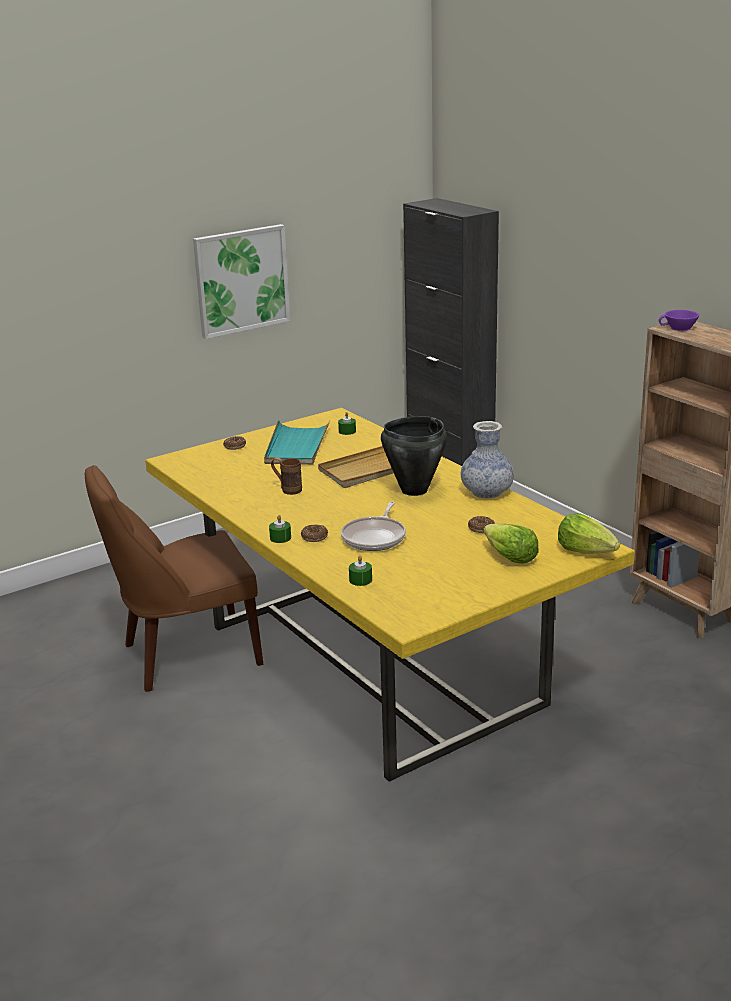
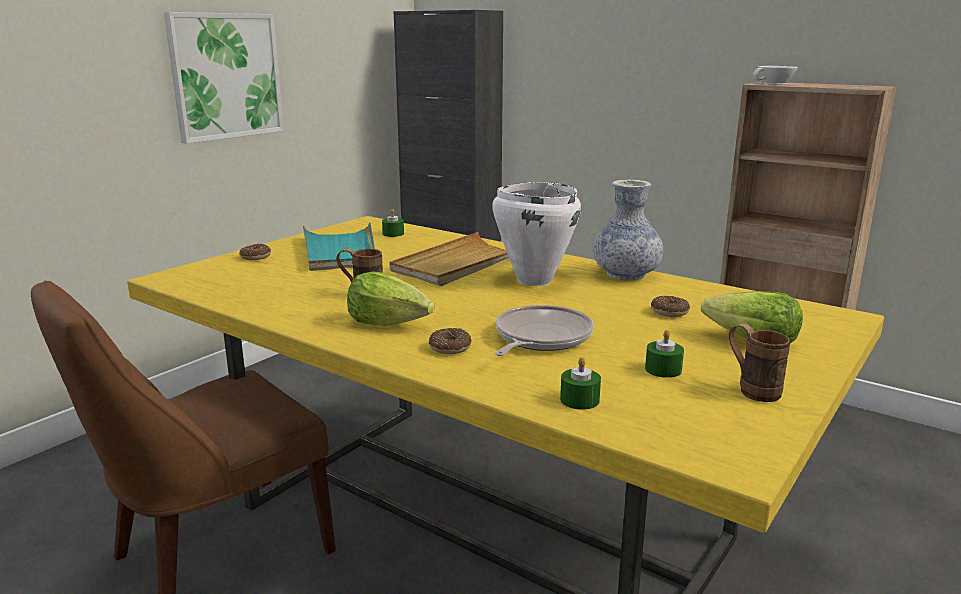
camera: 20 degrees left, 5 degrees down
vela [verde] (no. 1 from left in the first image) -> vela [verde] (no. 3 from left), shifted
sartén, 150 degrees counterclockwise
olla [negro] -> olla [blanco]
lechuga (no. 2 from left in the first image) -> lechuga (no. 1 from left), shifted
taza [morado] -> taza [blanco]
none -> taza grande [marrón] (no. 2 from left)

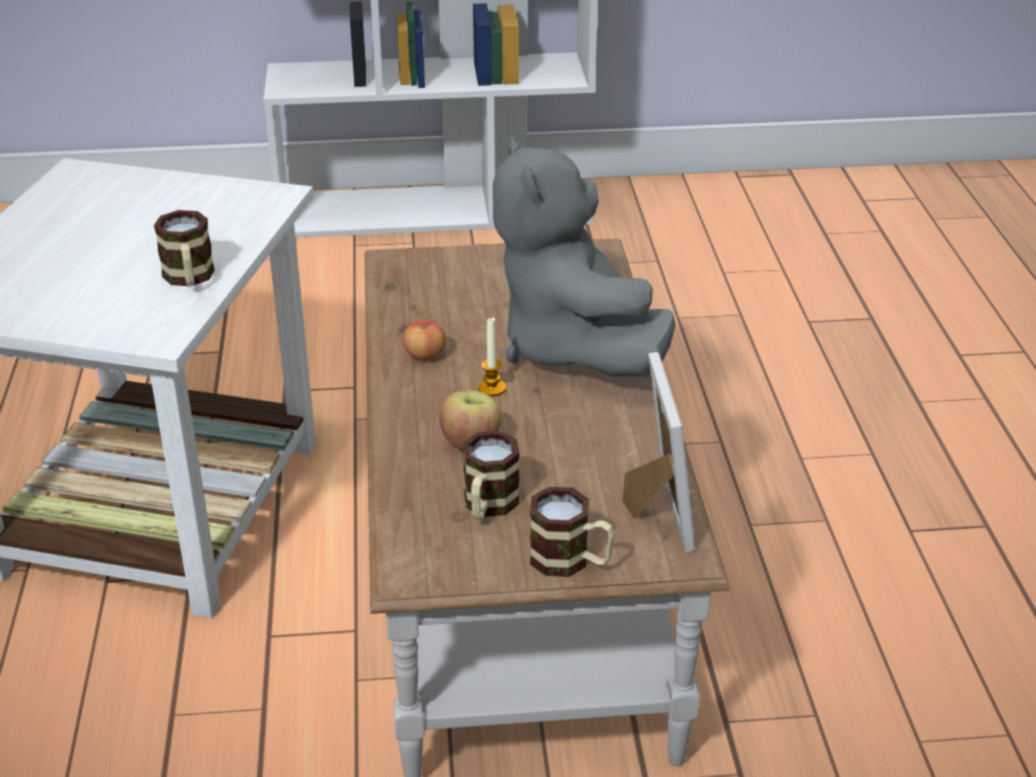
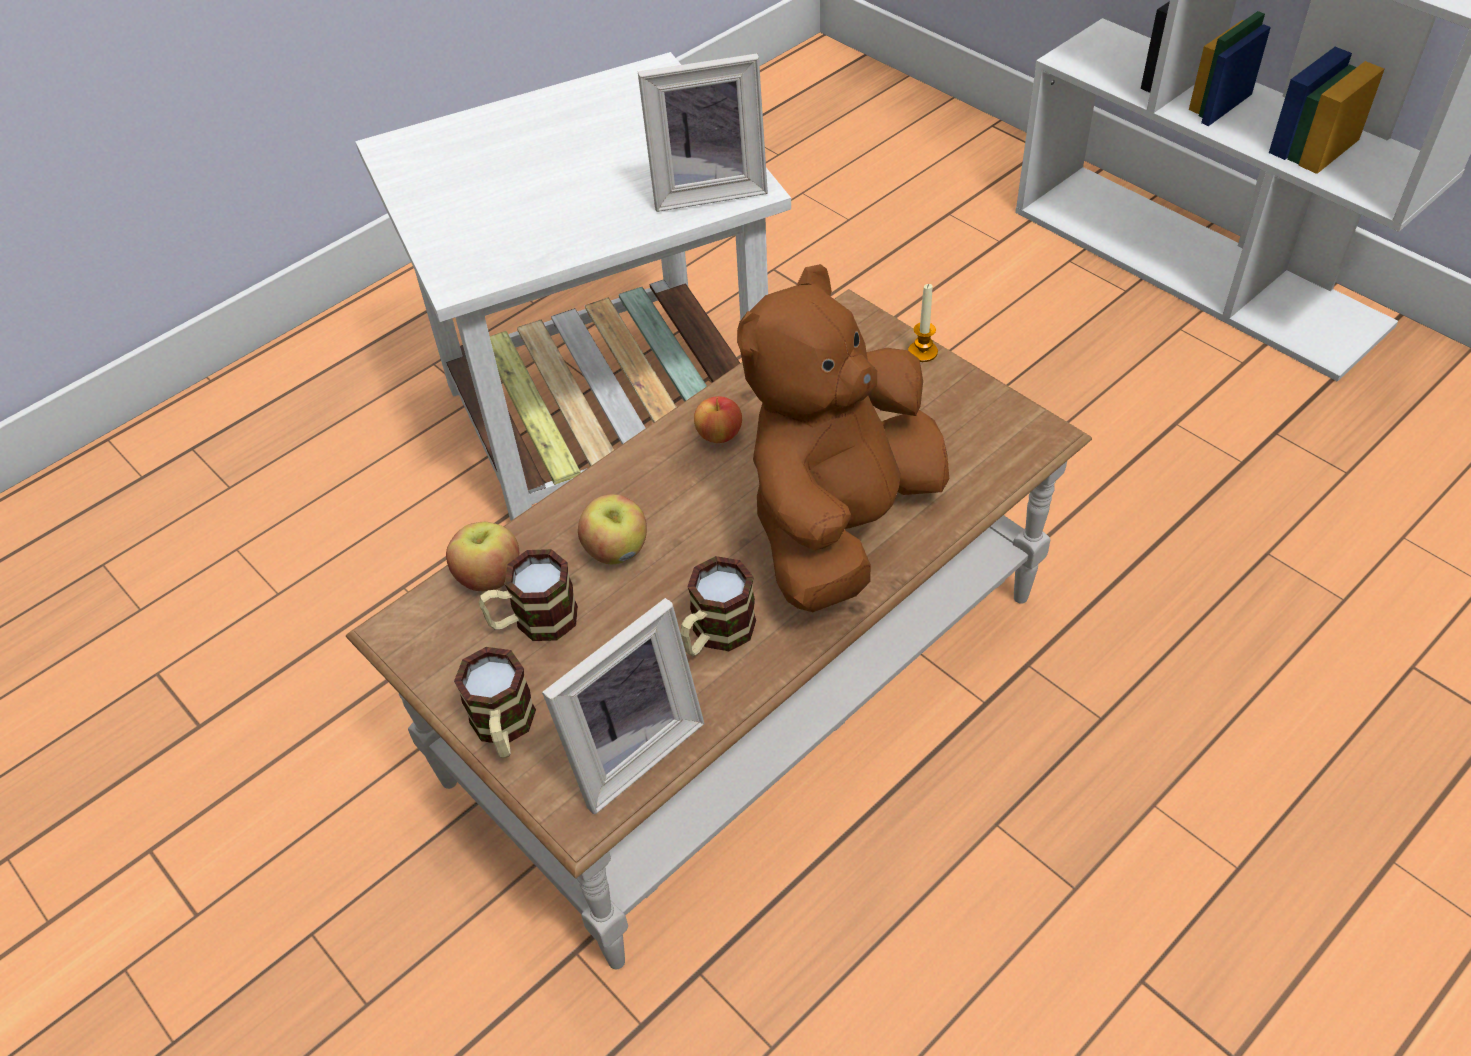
camera: 55 degrees right, 15 degrees up
taza grande (no. 1 from left in the first image) -> taza grande (no. 3 from left), shifted
vela, shifted
peluche [gris] -> peluche [marrón]
none -> manzana (no. 1 from left)
none -> portarretratos (no. 2 from left)

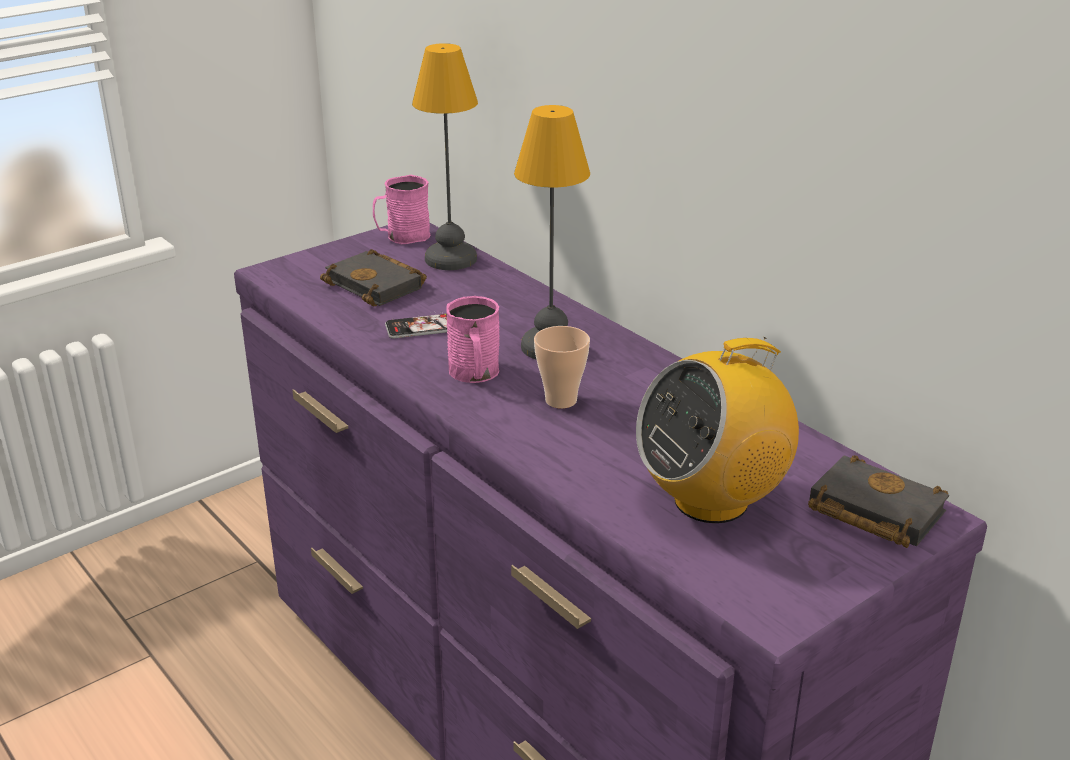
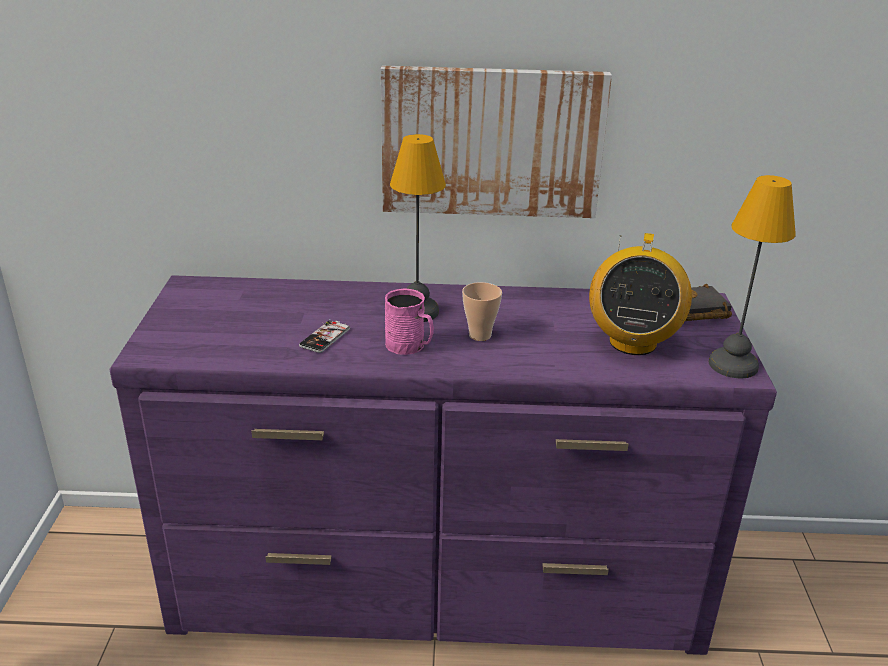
camera: 50 degrees left, 0 degrees up
libro [negro] (no. 1 from left) -> none
taza grande [rosa] (no. 1 from left) -> none
lámpara de mesa (no. 1 from left in the first image) -> lámpara de mesa (no. 2 from left), shifted
none -> cuadro

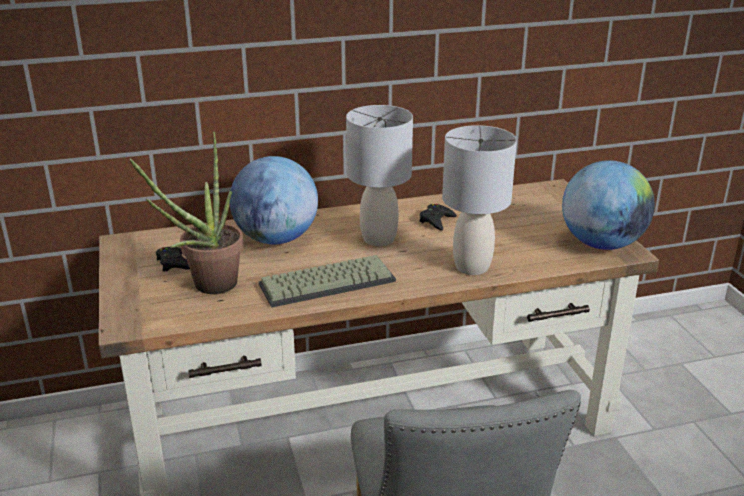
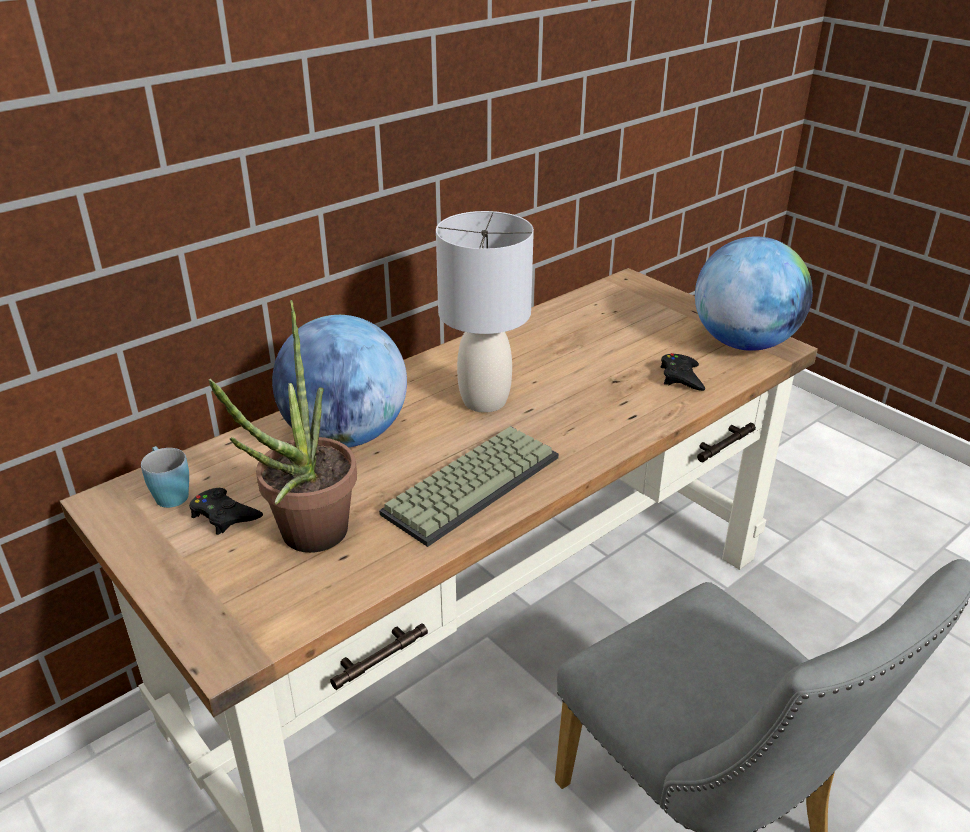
camera: 25 degrees left, 5 degrees up
mando de consola [negro] (no. 2 from left), shifted
lámpara de mesa [gris] (no. 2 from left) -> none
none -> taza grande [azul]

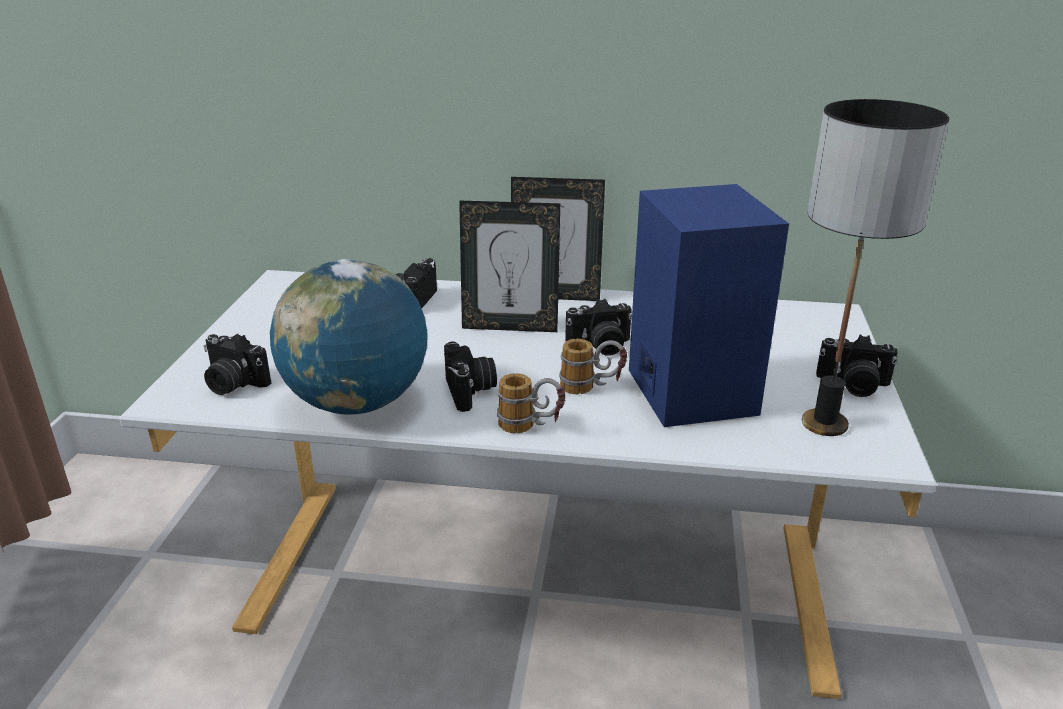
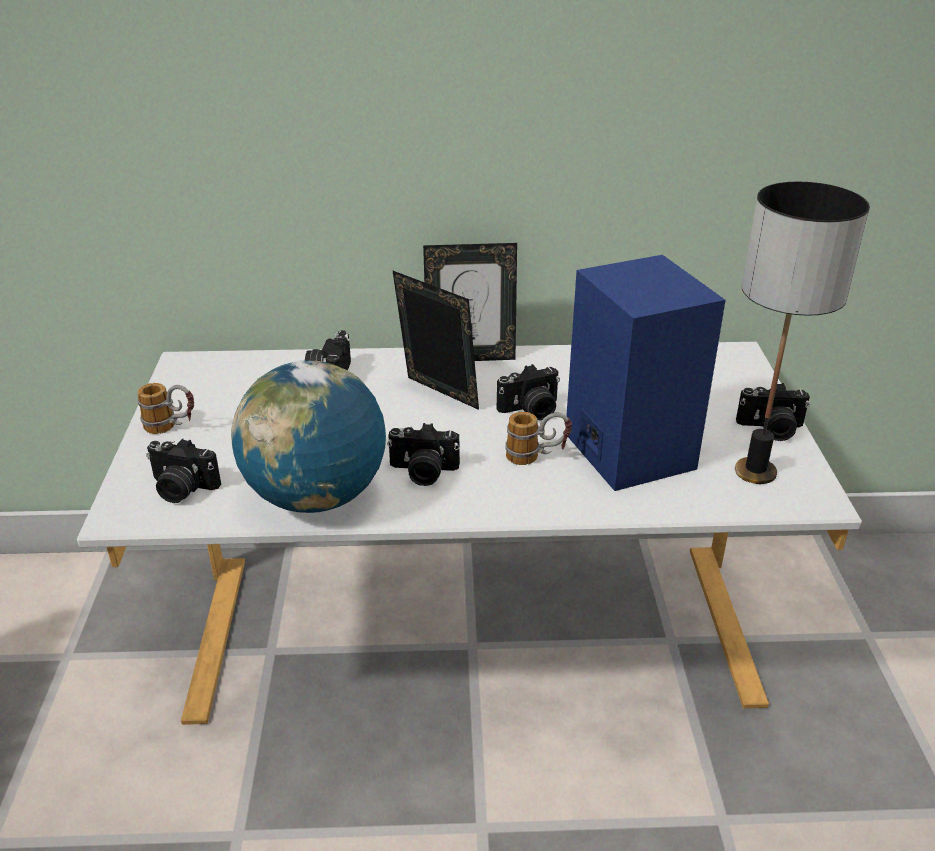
camera: 10 degrees left, 5 degrees up
cámara (no. 3 from left), 120 degrees clockwise
portarretratos (no. 1 from left), 135 degrees counterclockwise
taza grande (no. 1 from left), shifted

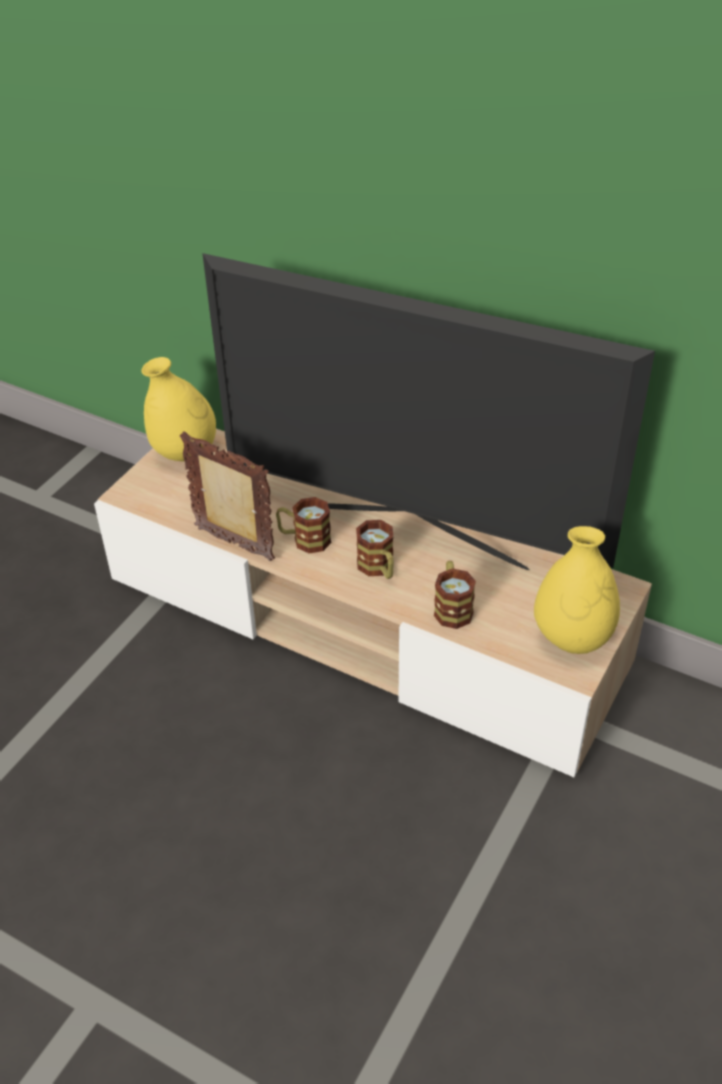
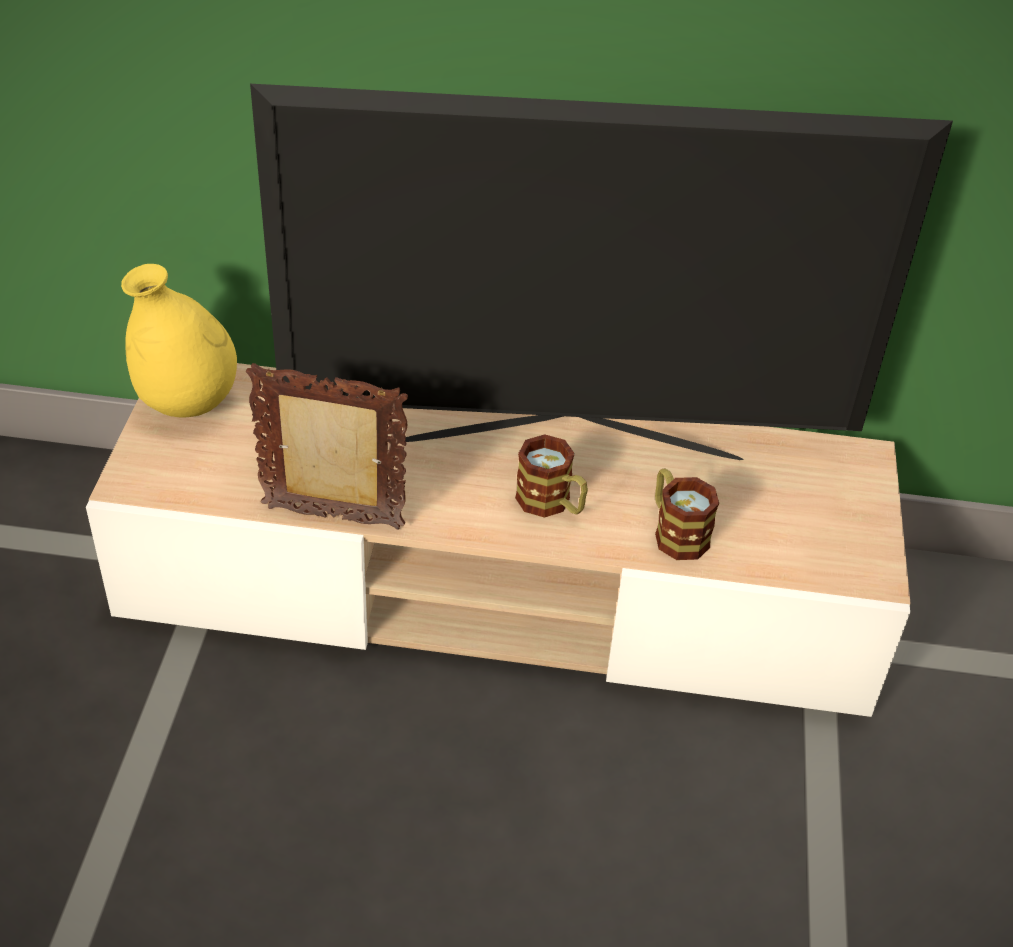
camera: 25 degrees left, 0 degrees up
taza grande (no. 1 from left) -> none
florero [amarillo] (no. 2 from left) -> none

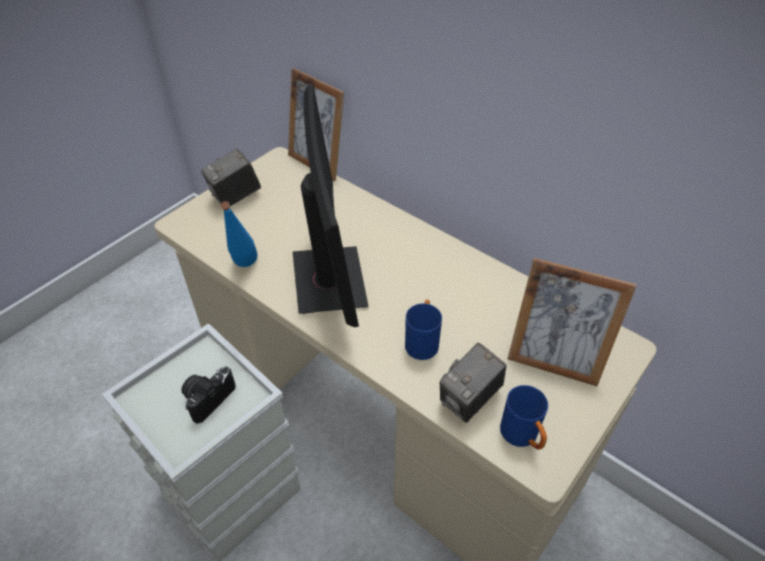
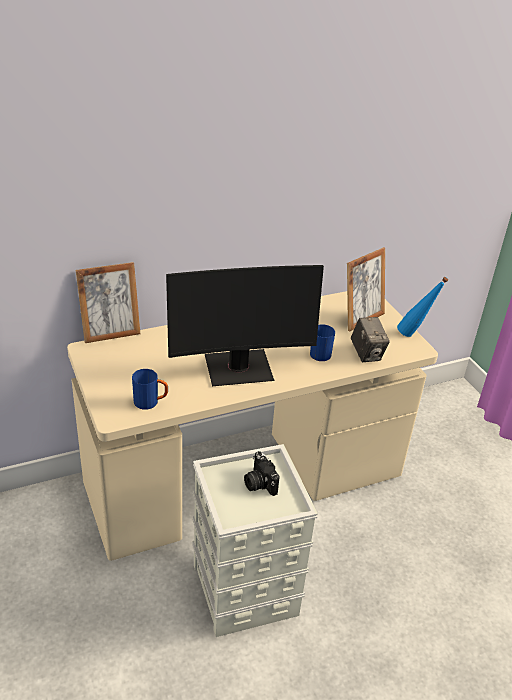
camera: 65 degrees left, 10 degrees down
cámara (no. 2 from left) -> none
botella [azul], shifted
monitor, 150 degrees clockwise
taza grande [azul] (no. 2 from left in the first image) -> taza grande [azul] (no. 1 from left), shifted

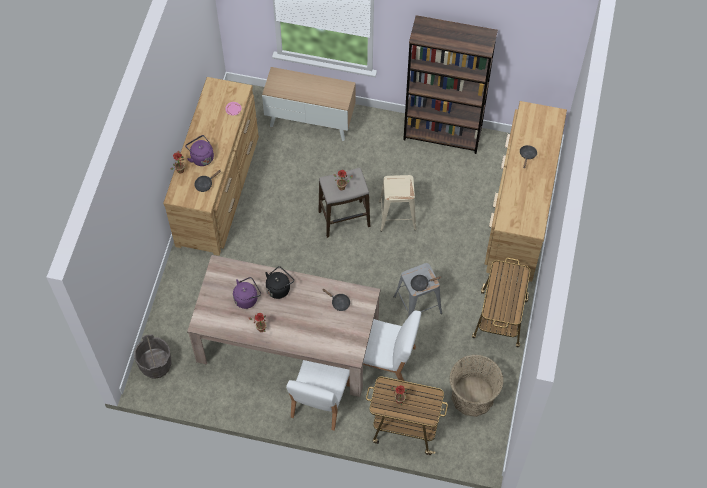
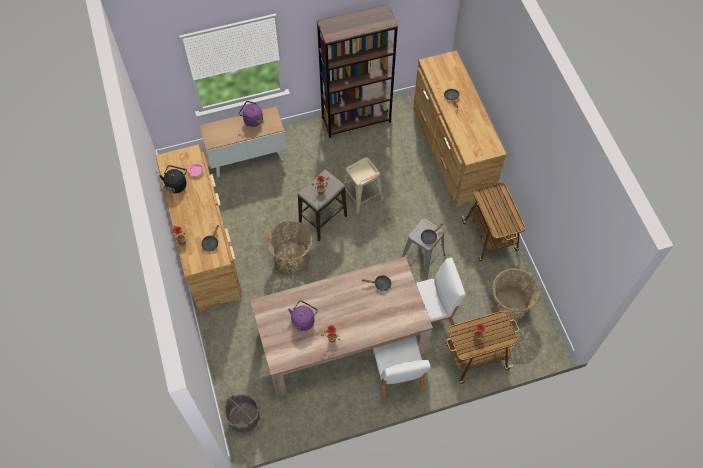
camera: 30 degrees left, 0 degrees up
hervidor [morado] (no. 1 from left), shifted
hervidor [negro], shifted
none -> cesta (no. 1 from left)

